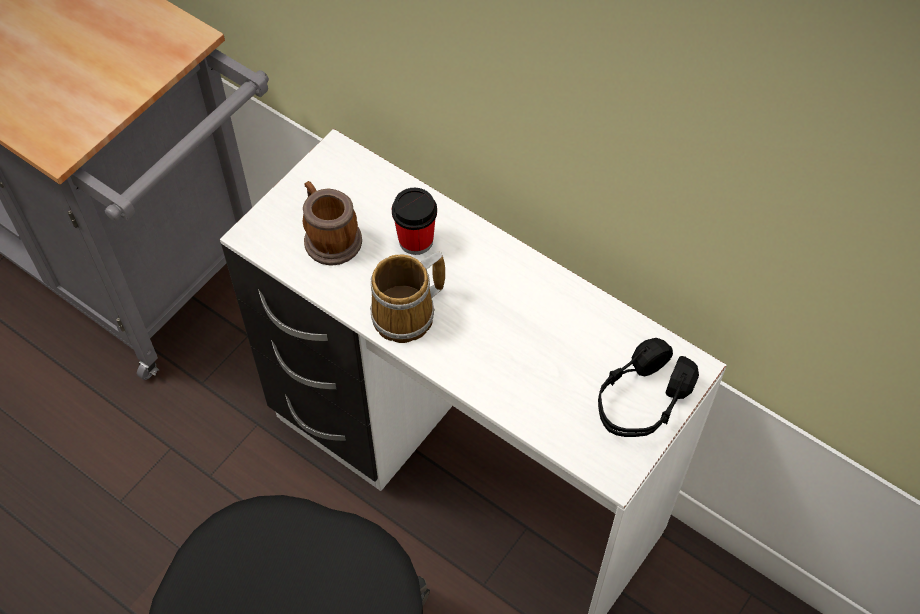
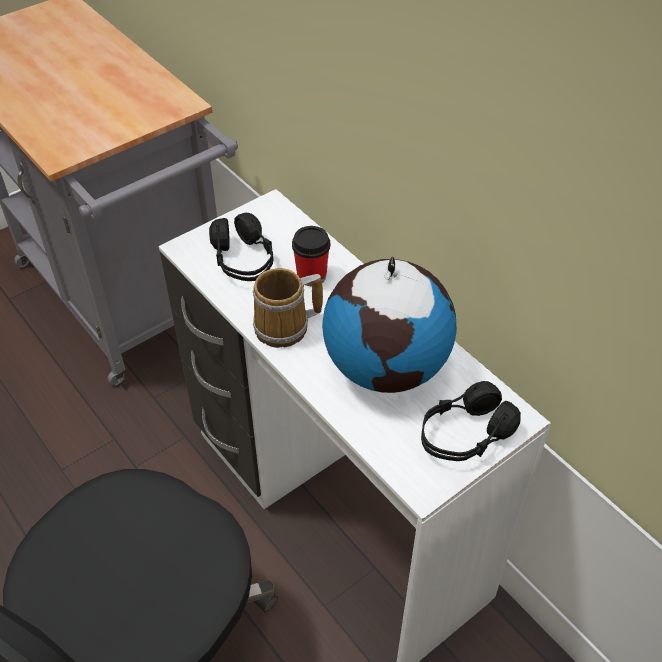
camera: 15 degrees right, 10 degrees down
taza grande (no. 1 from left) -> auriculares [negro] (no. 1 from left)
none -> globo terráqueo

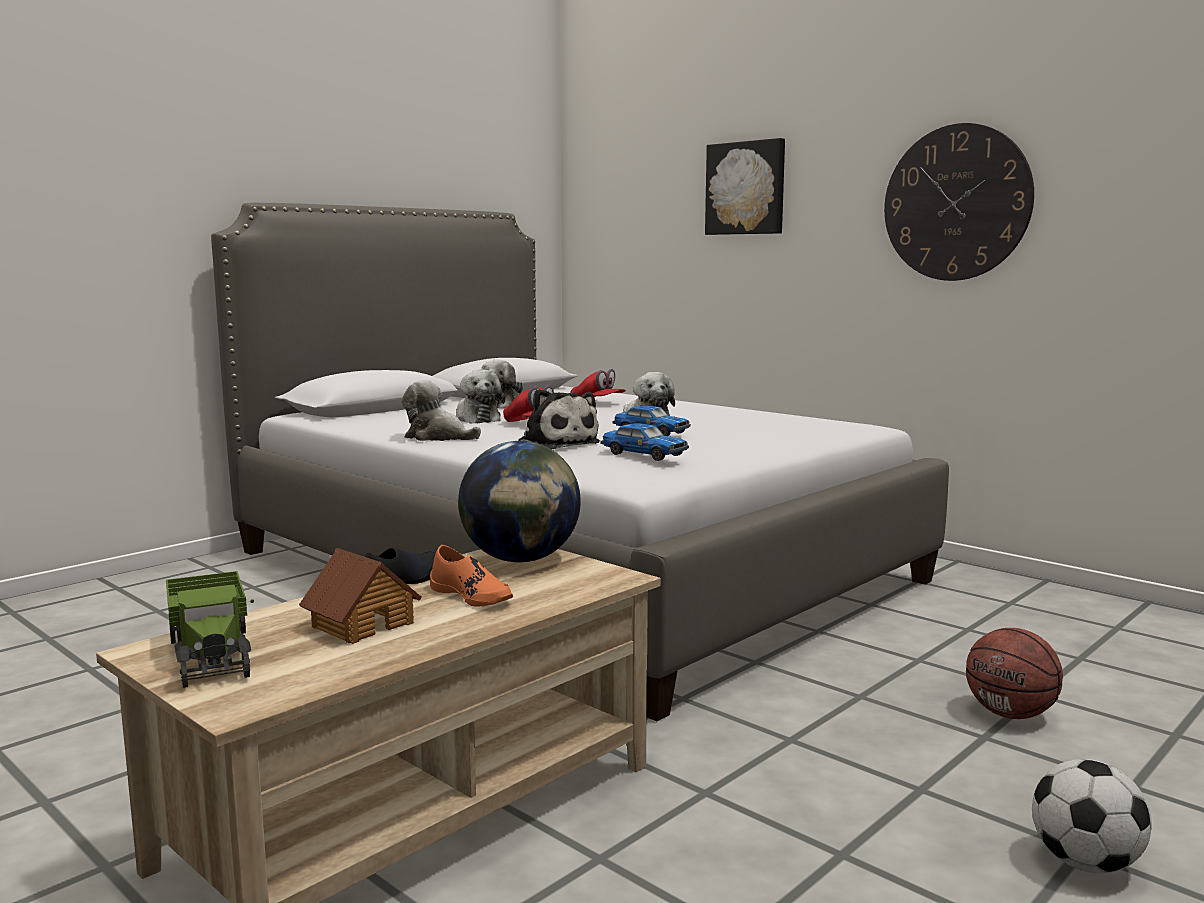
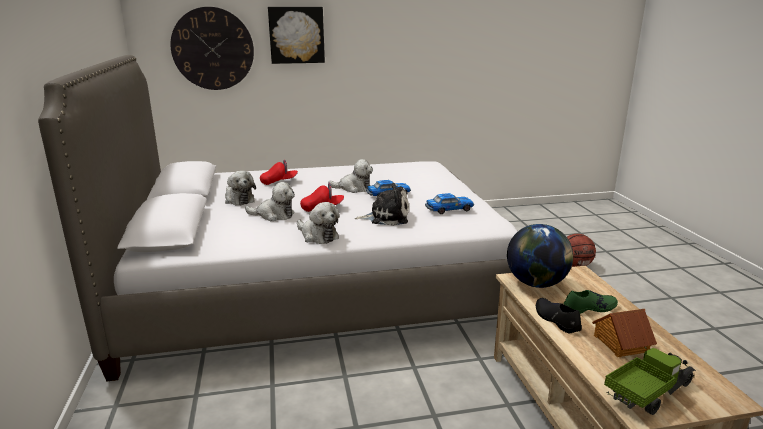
camera: 55 degrees left, 10 degrees up
camión de juguete, 45 degrees counterclockwise
peluche (no. 1 from left in the first image) -> peluche (no. 3 from left), 105 degrees counterclockwise
zapato [naranja] -> zapato [verde]
reloj de pared, shifted
balón de fútbol -> none

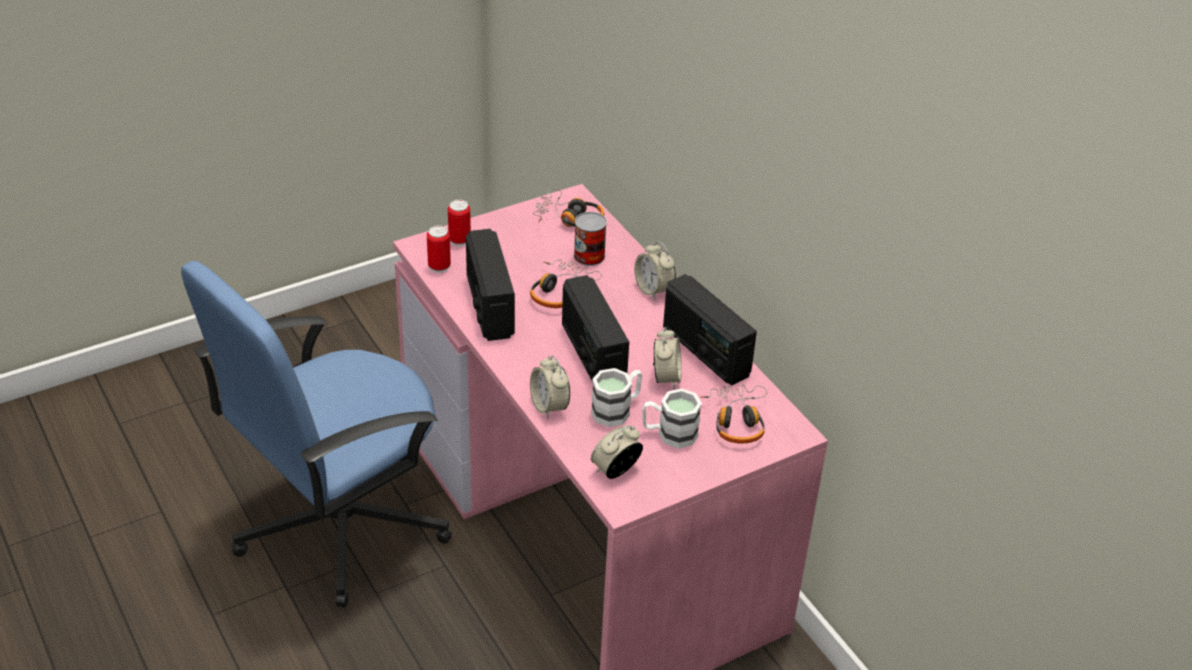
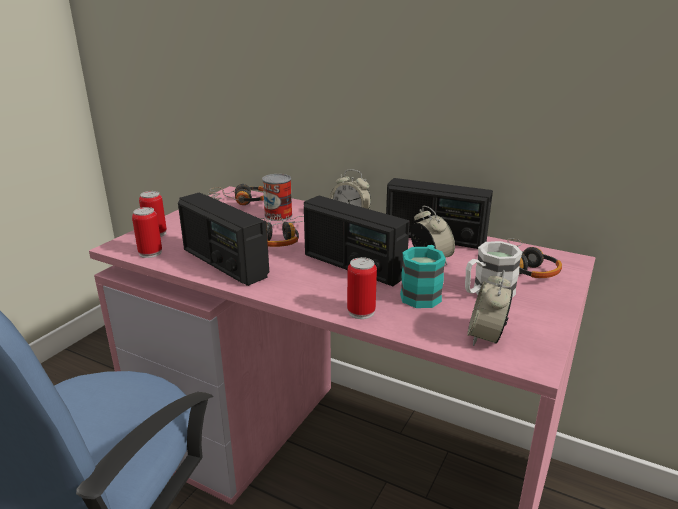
camera: 30 degrees left, 15 degrees down
despertador (no. 1 from left) -> lata (no. 4 from left)
taza grande [blanco] (no. 1 from left) -> taza grande [turquesa]

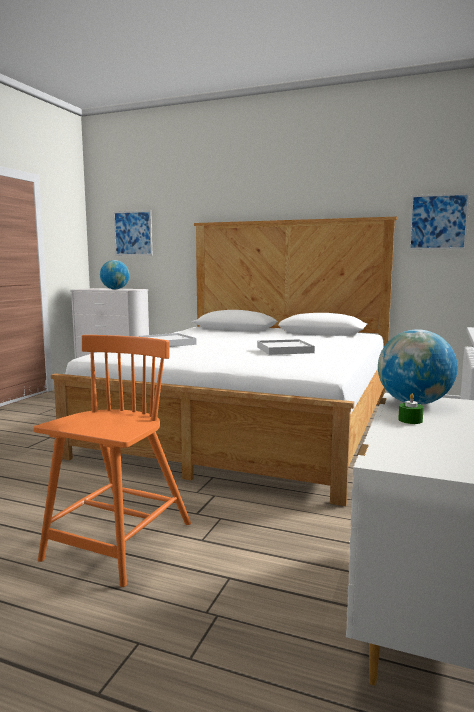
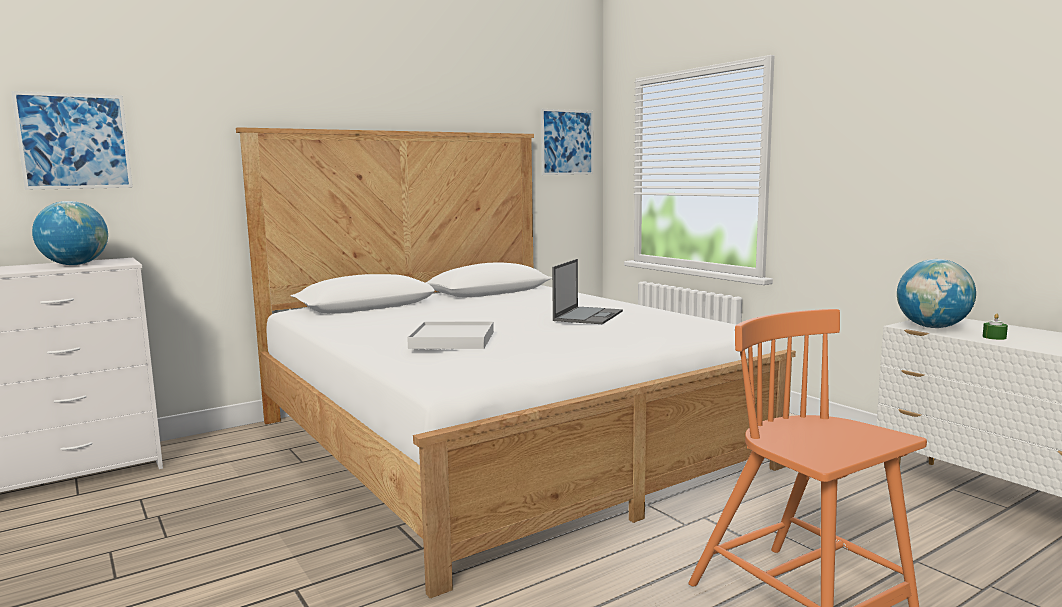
camera: 55 degrees left, 0 degrees up
bandeja [blanco] (no. 2 from left) -> portátil

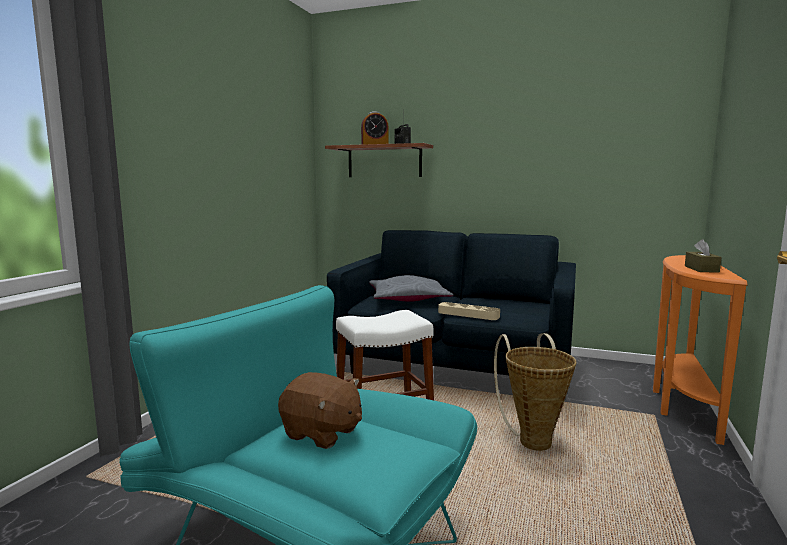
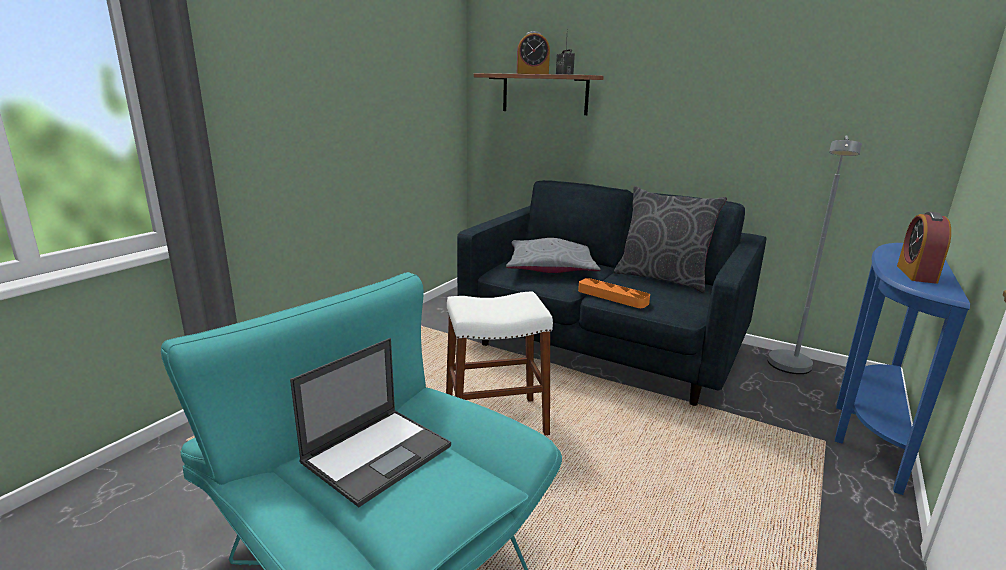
camera: 10 degrees right, 10 degrees up
peluche [marrón] -> portátil
bandeja [beis] -> bandeja [naranja]
cesta -> none
mesa consola [naranja] -> mesa consola [azul]
caja de pañuelos [marrón] -> despertador (no. 2 from left)
none -> cojín [gris] (no. 2 from left)
none -> lámpara de pie [gris]

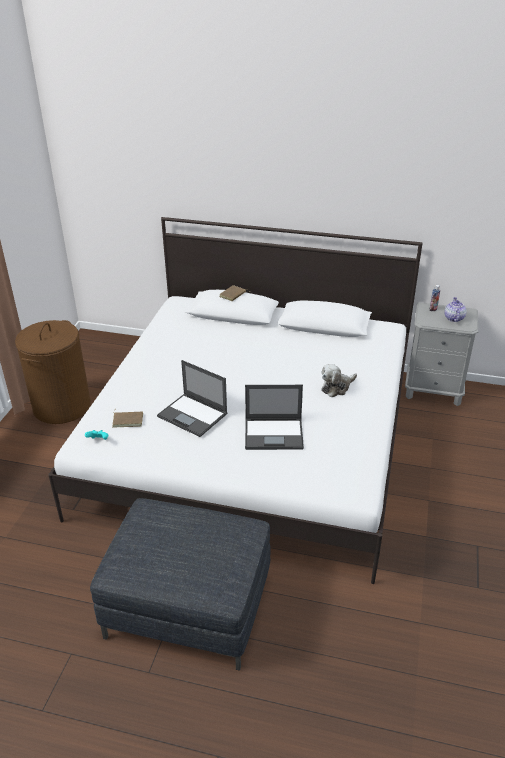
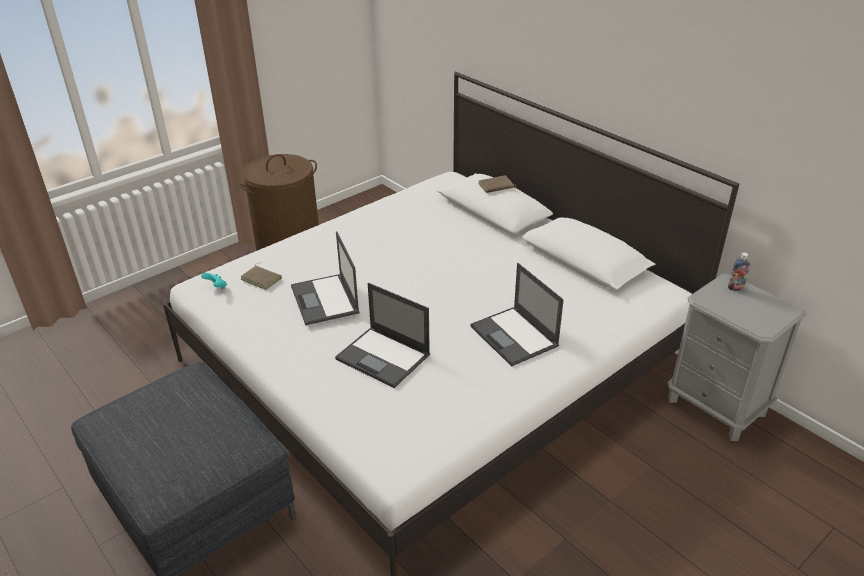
camera: 35 degrees right, 0 degrees up
peluche -> portátil (no. 3 from left)
tetera -> none

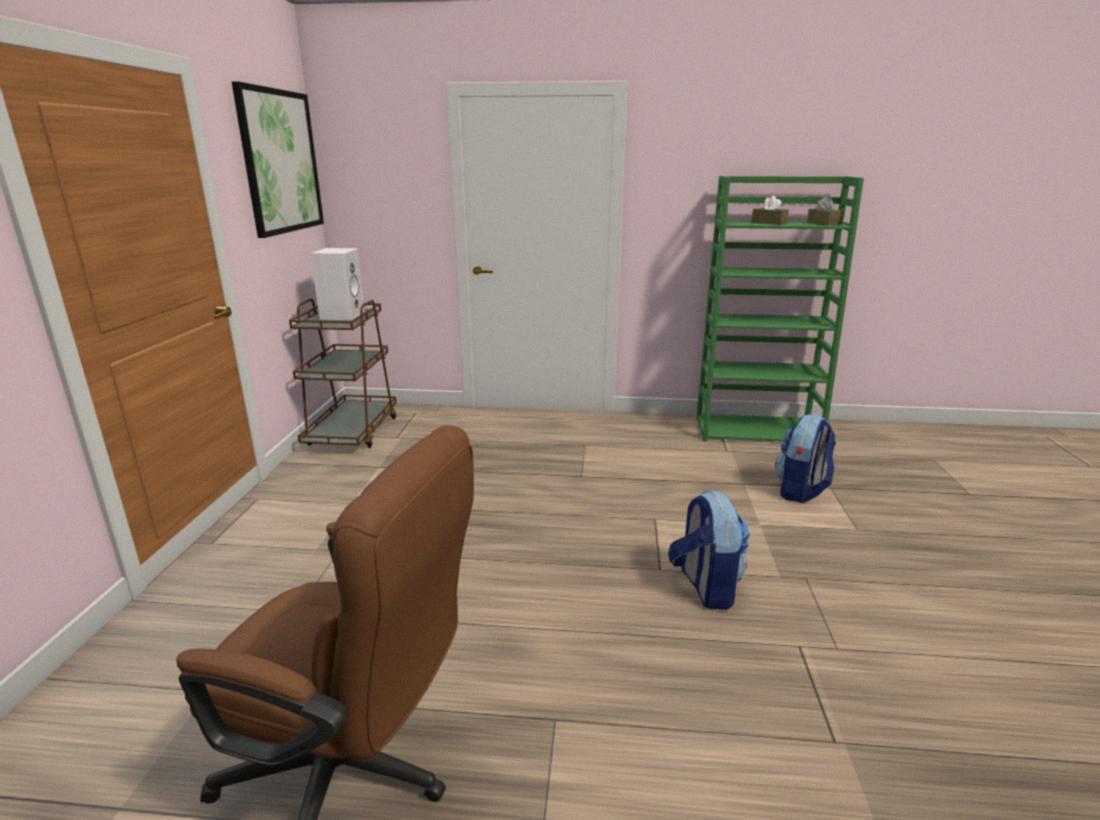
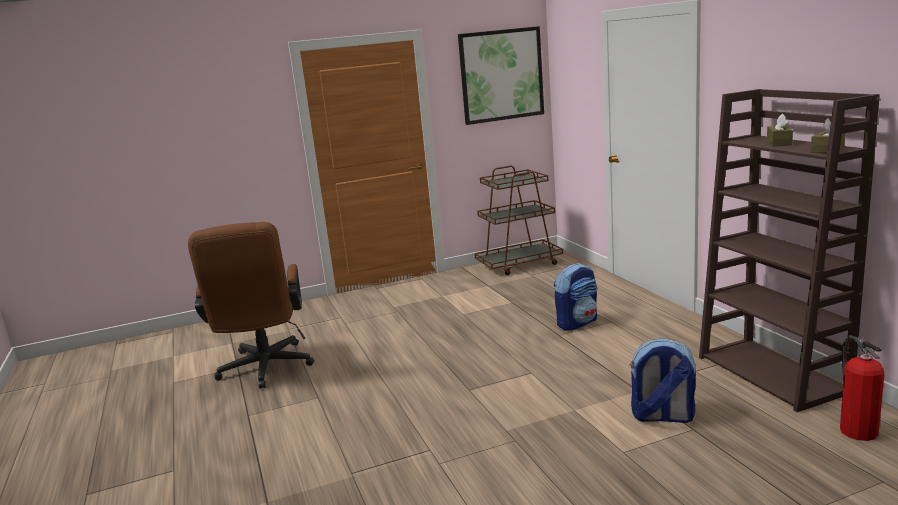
camera: 65 degrees right, 5 degrees down
altavoz [blanco] -> none
mochila (no. 1 from left), shifted
estantería [verde] -> estantería [marrón]
none -> extintor

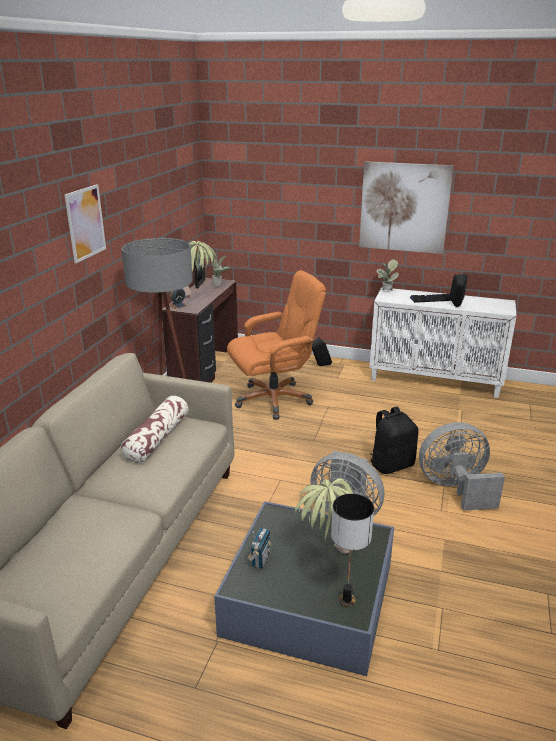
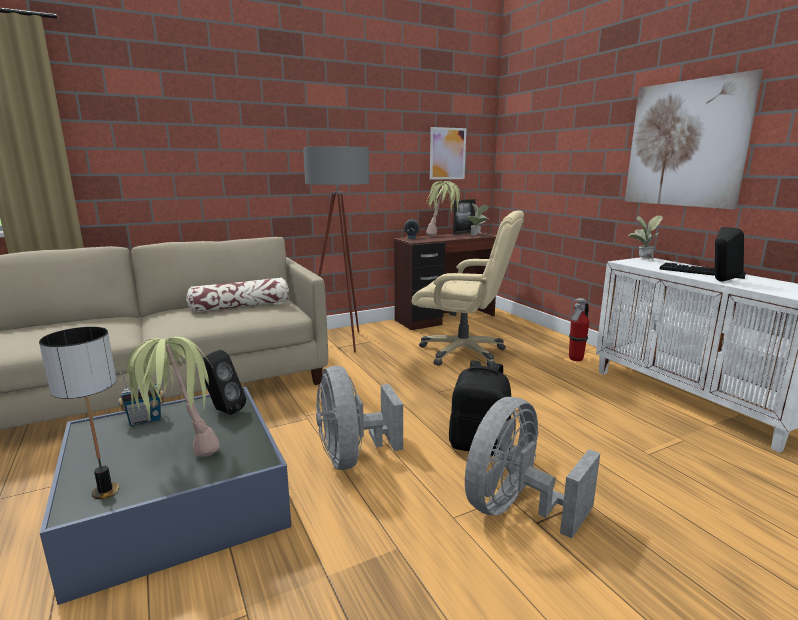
camera: 45 degrees right, 10 degrees down
cuadro (no. 1 from left), shifted
silla de oficina [naranja] -> silla de oficina [beis]
altavoz [negro] (no. 1 from left), shifted
ventilador [gris] (no. 2 from left), 90 degrees counterclockwise
none -> extintor

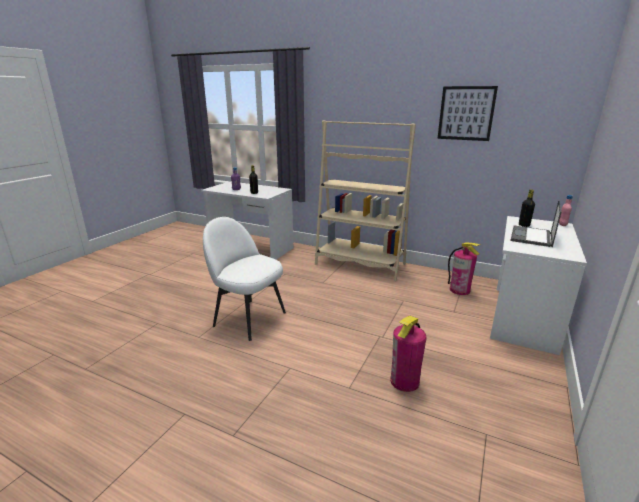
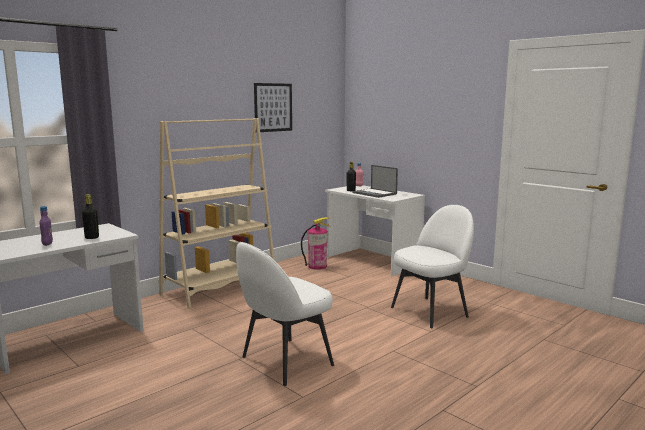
camera: 70 degrees left, 10 degrees down
extintor (no. 1 from left) -> silla [blanco] (no. 2 from left)

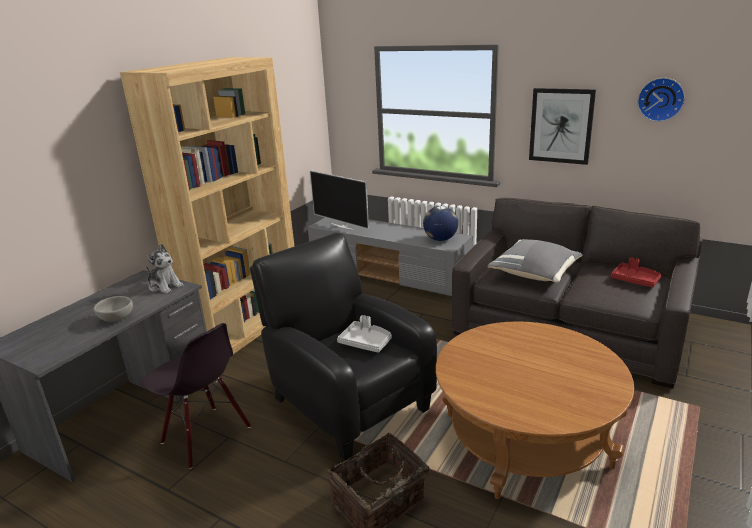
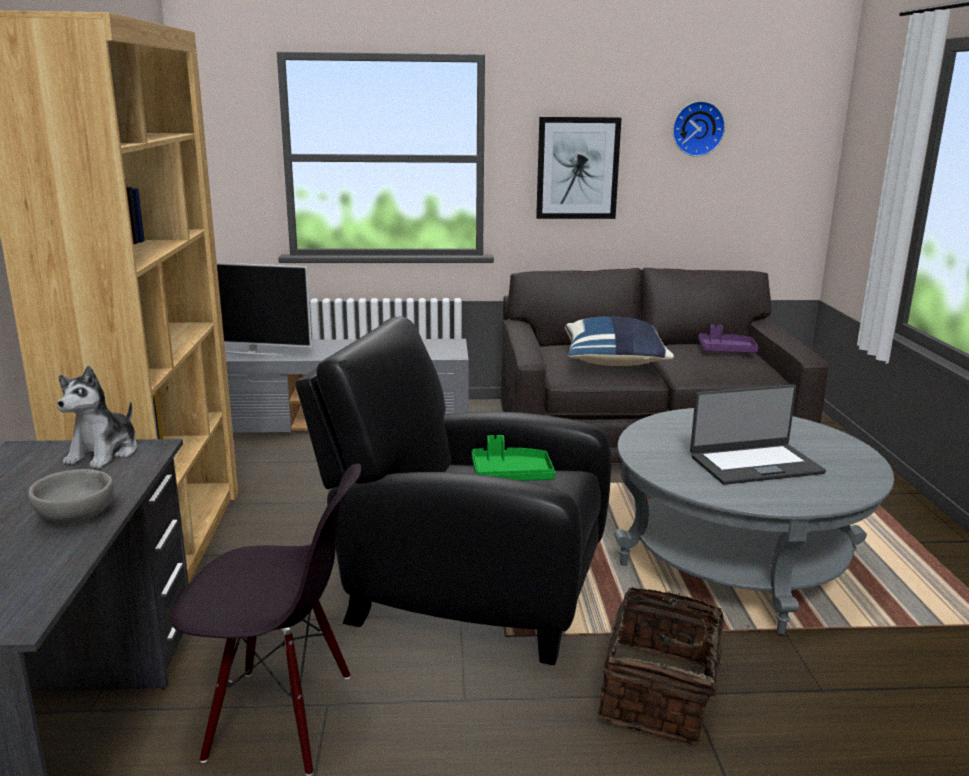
camera: 35 degrees left, 5 degrees down
peluche, 105 degrees clockwise
bandeja [gris] -> bandeja [verde]
globo terráqueo -> none
mesa de centro [marrón] -> mesa de centro [gris]
cojín [gris] -> cojín [azul]
bandeja [rojo] -> bandeja [morado]
none -> portátil

